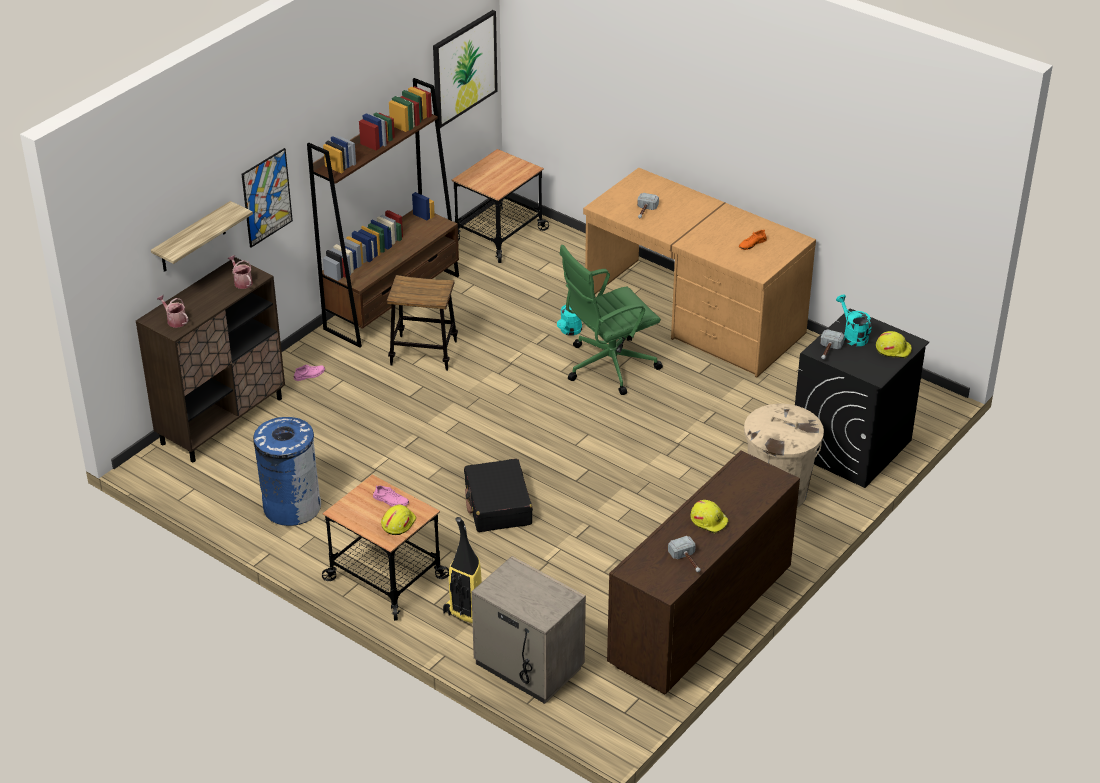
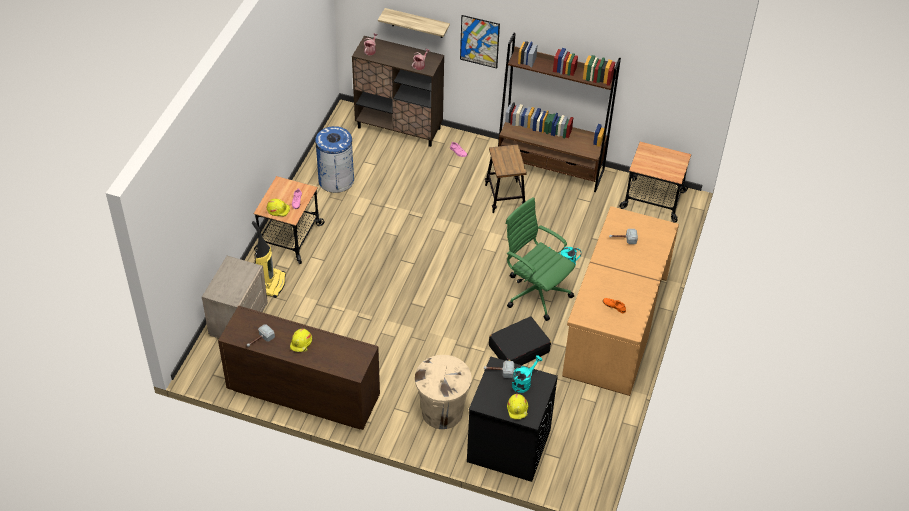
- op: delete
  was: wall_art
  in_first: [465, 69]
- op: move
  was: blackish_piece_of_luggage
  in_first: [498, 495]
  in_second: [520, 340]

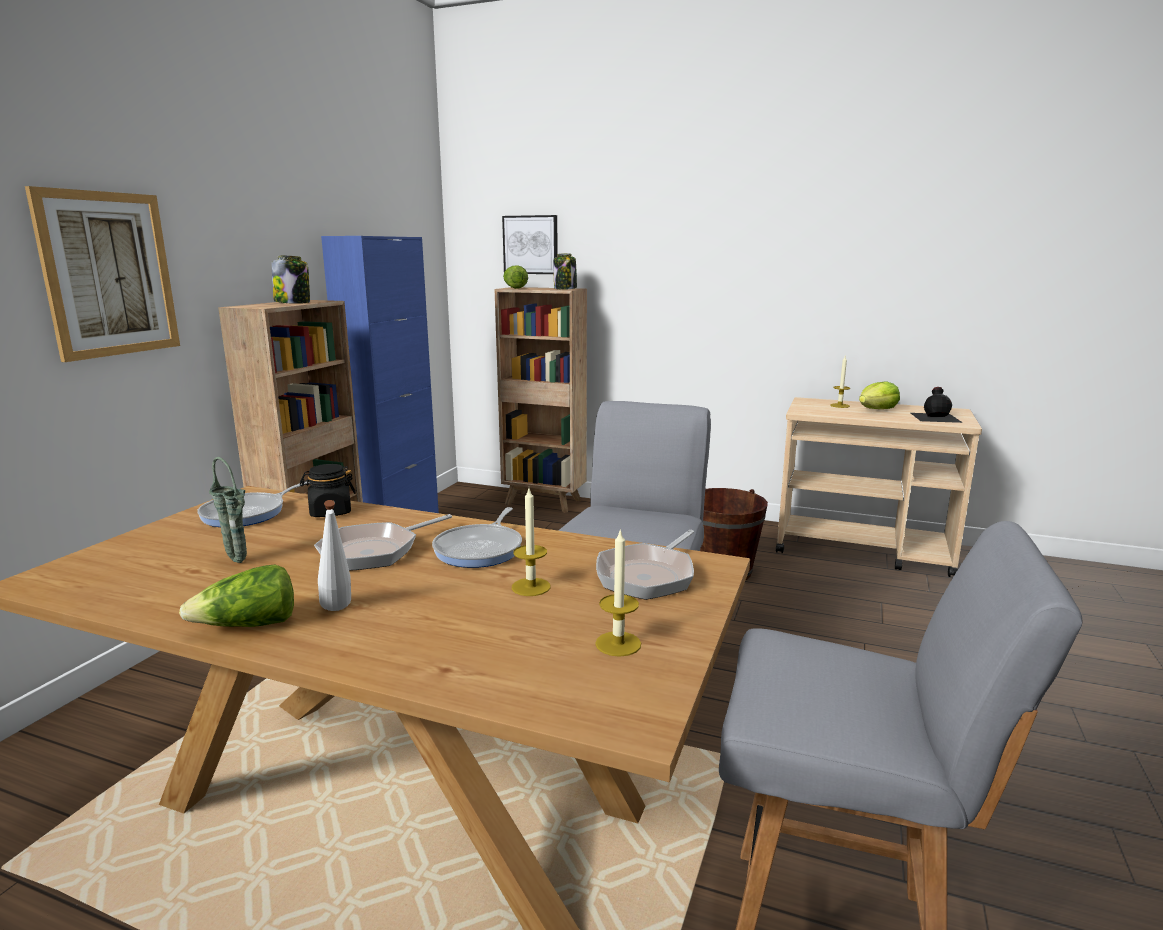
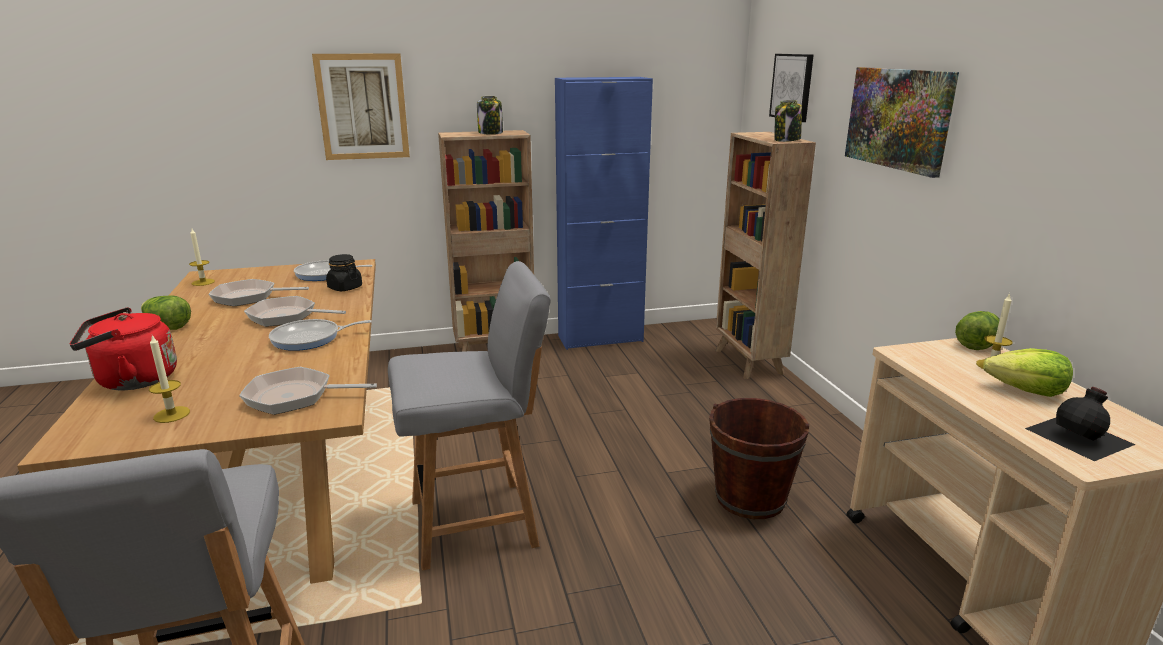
- op: replace
  was: green_vase
  now: frying_pan
  in_first: [228, 510]
  in_second: [258, 292]
- op: delete
  was: white_beverage_bottle
  in_first: [334, 555]
- op: move
  was: head_of_lettuce
  in_first: [515, 277]
  in_second: [977, 330]
- op: move
  was: wax_candle
  in_first: [531, 542]
  in_second: [202, 257]
- op: insert
  now: red-coloured_tea_kettle
  in_second: [123, 348]
- op: insert
  now: wall_art
  in_second: [902, 122]

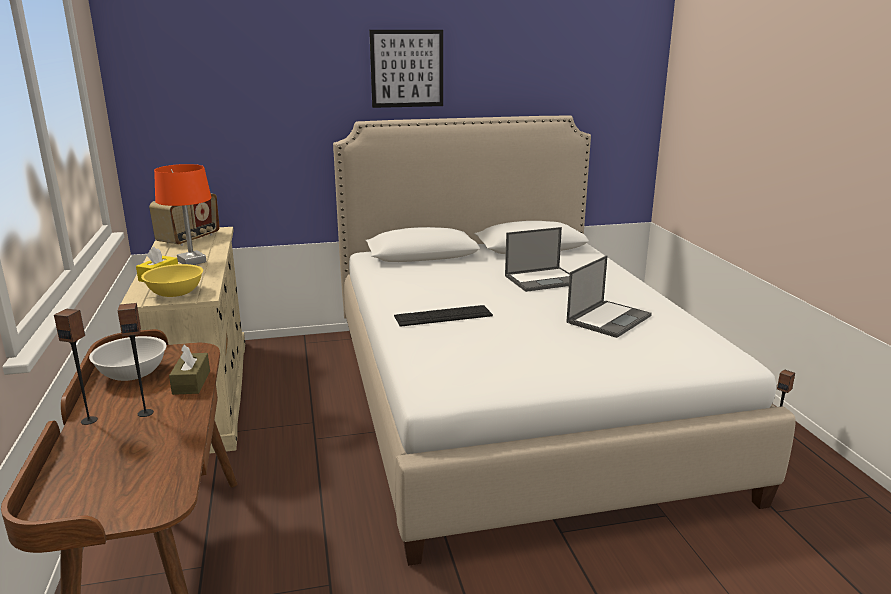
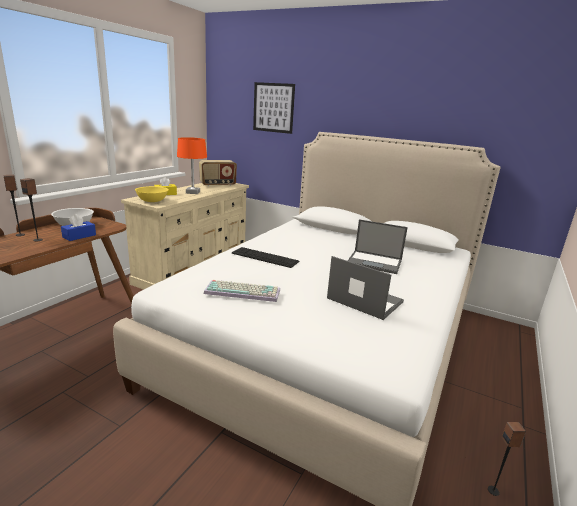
- op: recolor
  was: brown_box_of_tissues
  now: blue-coloured_box_of_tissues
  in_first: [189, 370]
  in_second: [78, 227]
- op: move
  was: wall_art
  in_first: [406, 69]
  in_second: [274, 108]
- op: rotate
  was: laptop
  in_first: [609, 296]
  in_second: [365, 288]
  clockwise: -135
- op: insert
  now: PC_keyboard
  in_second: [242, 291]

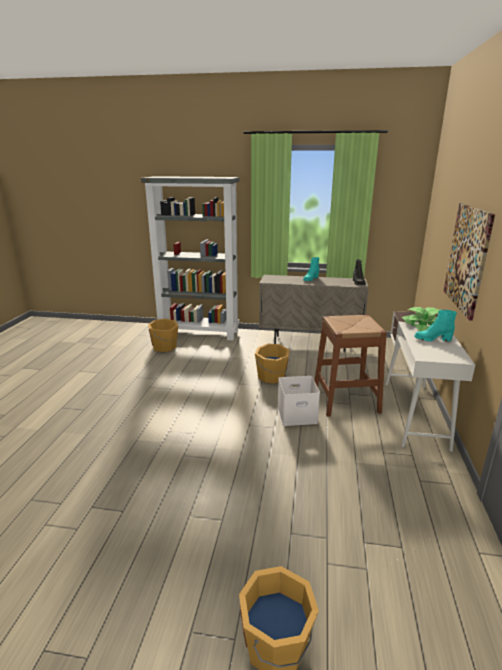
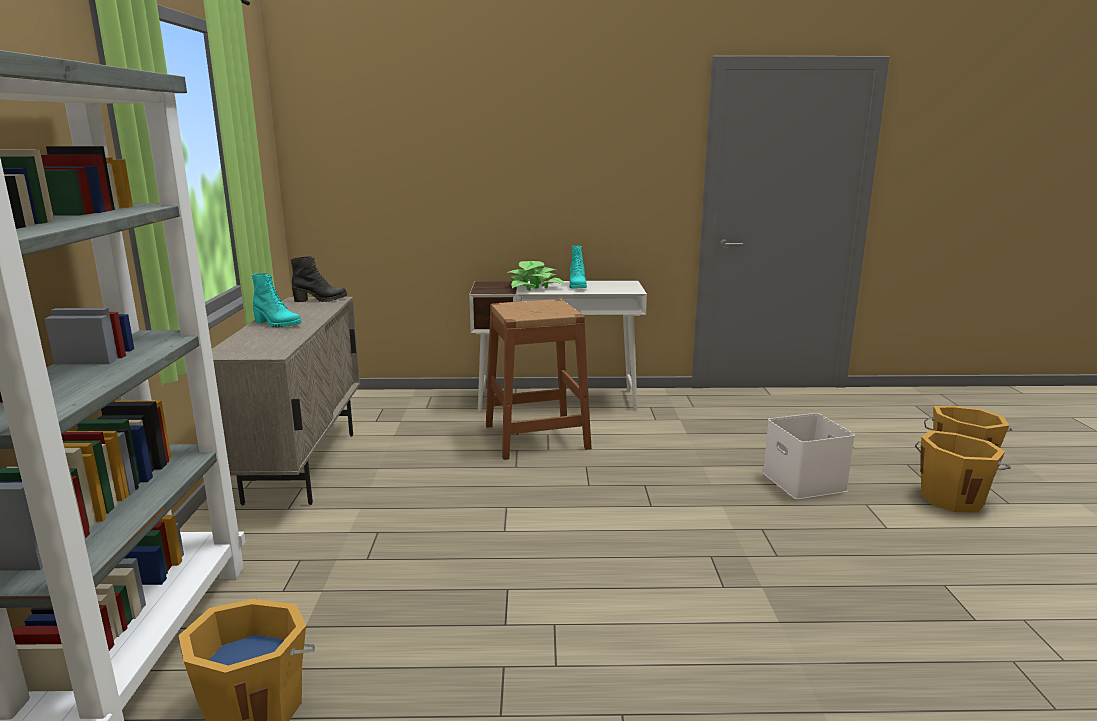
- op: move
  was: orange_bucket
  in_first: [272, 364]
  in_second: [963, 471]
- op: move
  was: white_storage_box
  in_first: [299, 401]
  in_second: [809, 456]
- op: delete
  was: wall_art
  in_first: [469, 262]

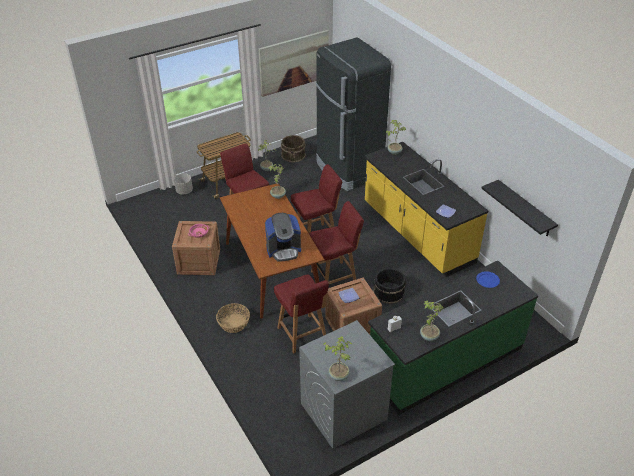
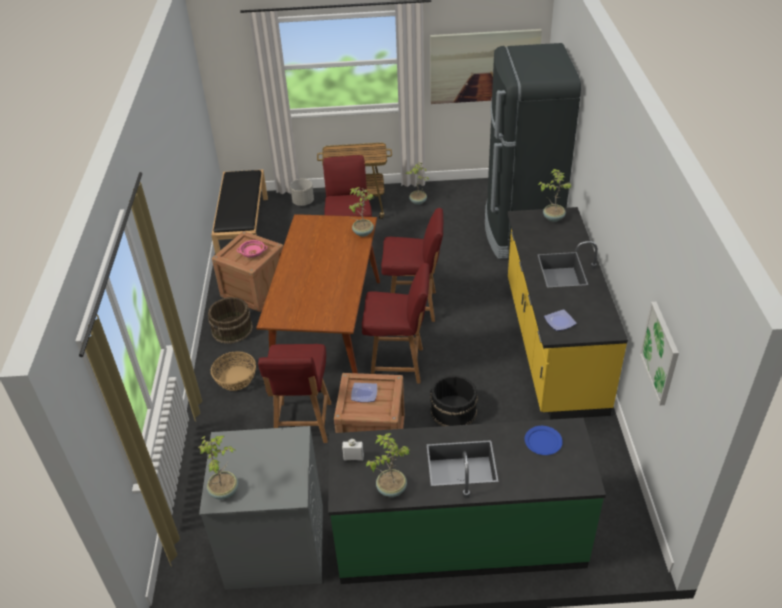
- op: delete
  was: coffee_brewer
  in_first: [283, 237]
- op: move
  was: brown_bucket
  in_first: [293, 148]
  in_second: [230, 320]
- op: replace
  was: blackish_wall_shelf
  now: wall_art
  in_first: [519, 208]
  in_second: [659, 353]
- op: insert
  now: blackish_bench
  in_second: [239, 212]

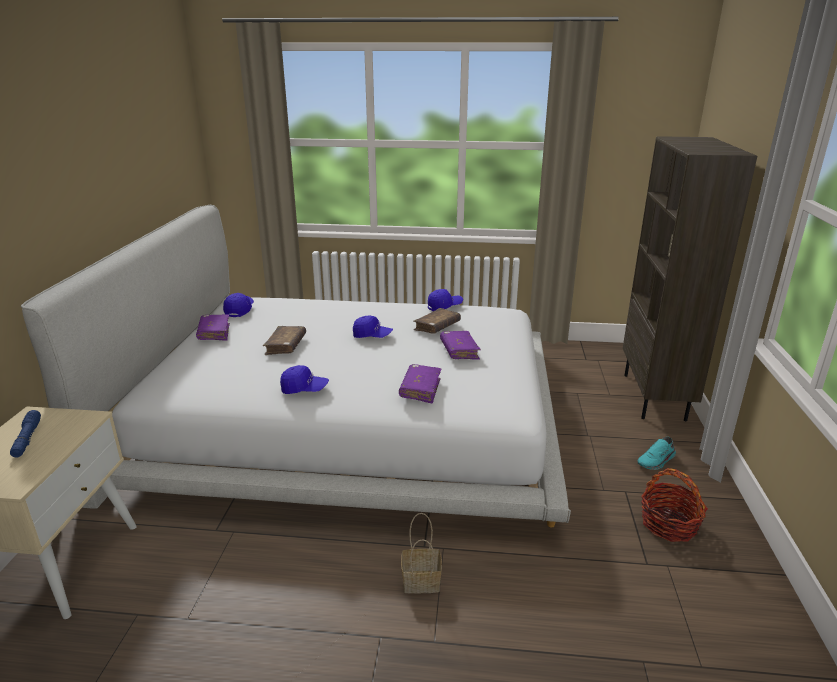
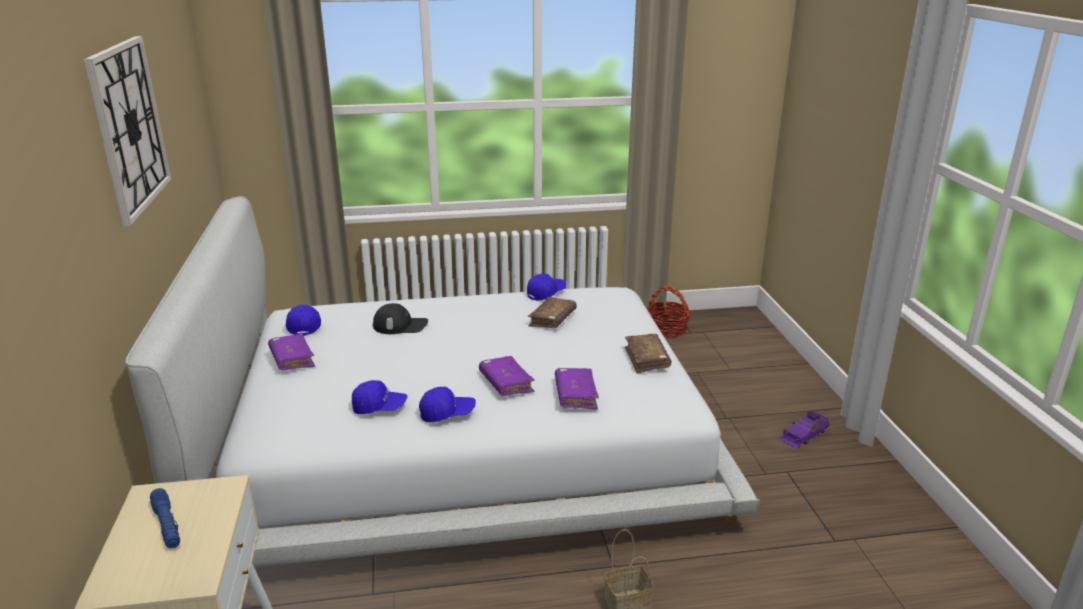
- op: move
  was: brown_bound_book
  in_first: [284, 340]
  in_second: [648, 353]
- op: move
  was: blue-coloured_cap
  in_first: [373, 326]
  in_second: [380, 397]
- op: move
  was: purple-coloured_bound_book
  in_first: [460, 345]
  in_second: [507, 376]
- op: delete
  was: brown_shelving_unit
  in_first: [690, 278]
- op: replace
  was: turquoise_low_shoe
  now: purple-coloured_model_car
  in_first: [657, 453]
  in_second: [805, 430]
- op: move
  was: household_basket
  in_first: [674, 505]
  in_second: [669, 312]
- op: insert
  now: wall_clock
  in_second: [127, 131]
- op: insert
  now: blackish_cap
  in_second: [400, 318]

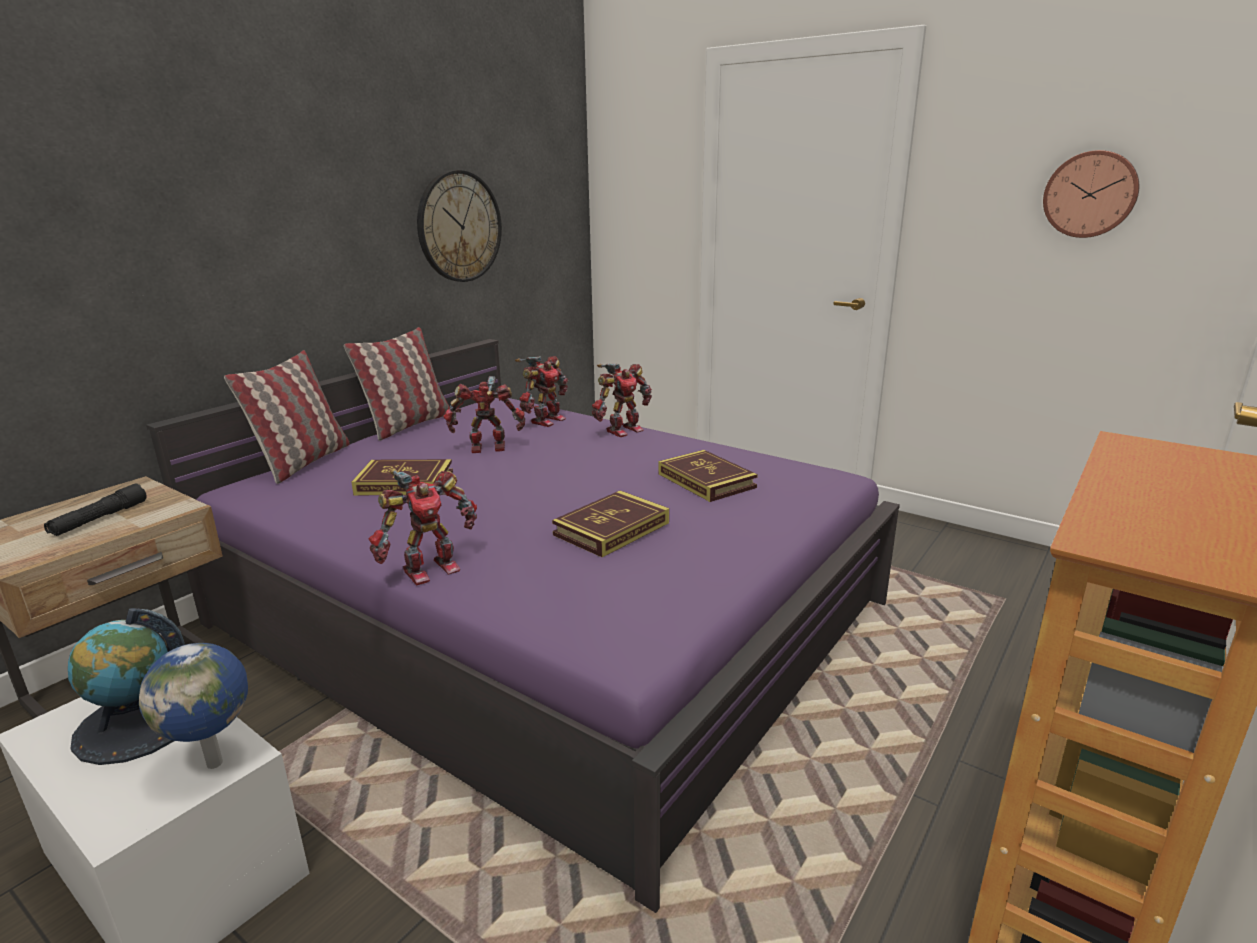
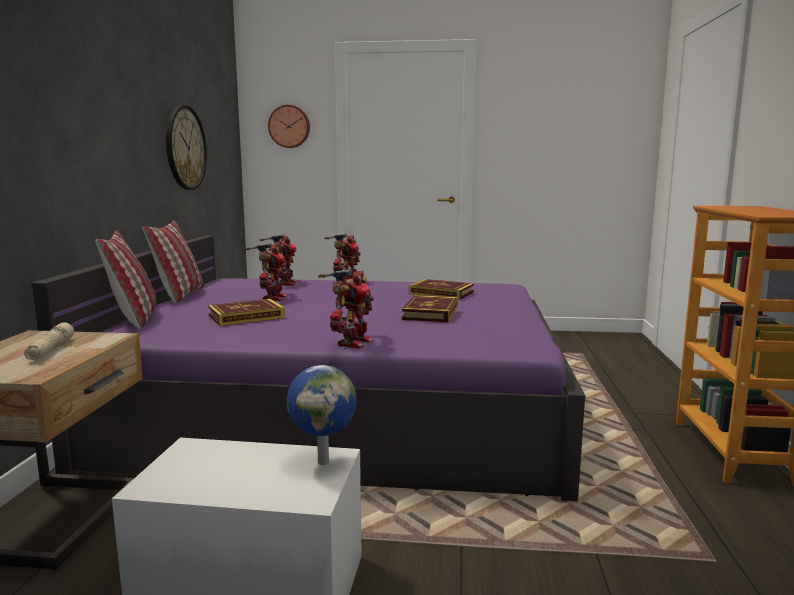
- op: recolor
  was: blackish_flashlight
  now: sand-coloured_flashlight
  in_first: [95, 509]
  in_second: [49, 341]
- op: delete
  was: desk_globe
  in_first: [126, 686]
- op: rotate
  was: robot_figure
  in_first: [484, 414]
  in_second: [265, 272]
  clockwise: 135
- op: move
  was: wall_clock
  in_first: [1091, 194]
  in_second: [289, 126]

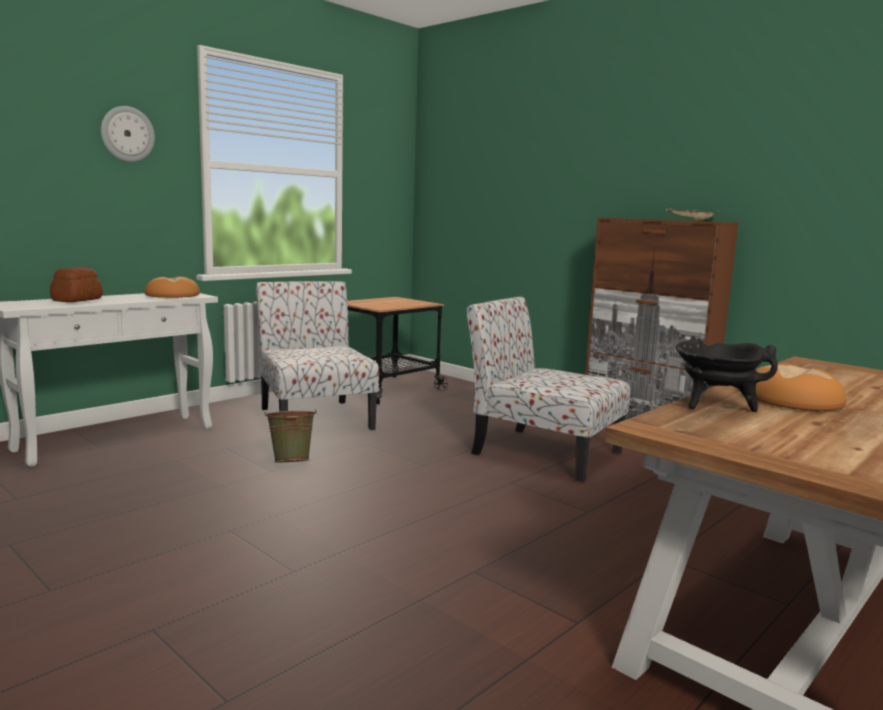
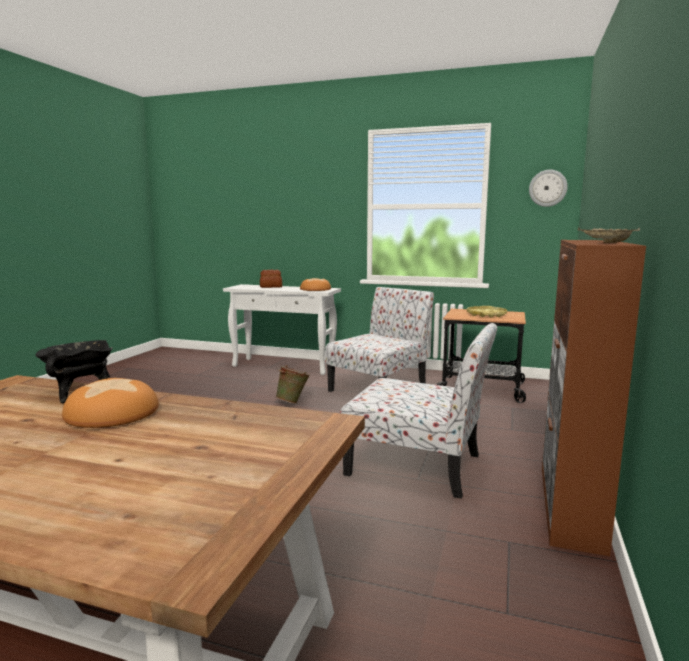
- op: move
  was: wall_clock
  in_first: [128, 134]
  in_second: [548, 188]
- op: rotate
  was: chair
  in_first: [549, 389]
  in_second: [418, 411]
  clockwise: 105
- op: insert
  now: yellowish_tray
  in_second: [487, 312]

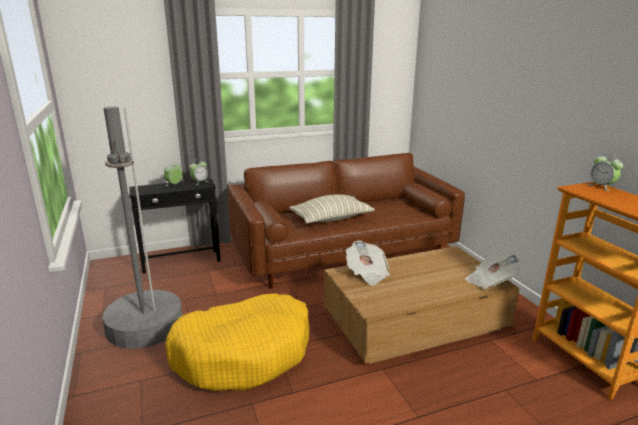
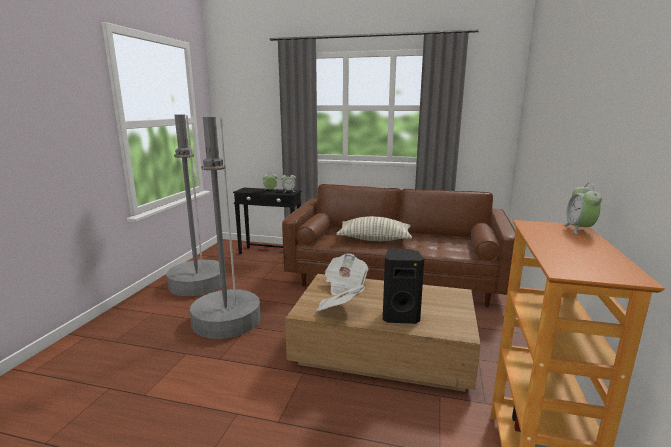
- op: replace
  was: yellowish_dog_bed
  now: grey_standard_lamp
  in_first: [237, 342]
  in_second: [225, 228]
- op: move
  was: daily_paper
  in_first: [492, 271]
  in_second: [340, 298]
- op: insert
  now: blackish_speaker
  in_second: [403, 286]

